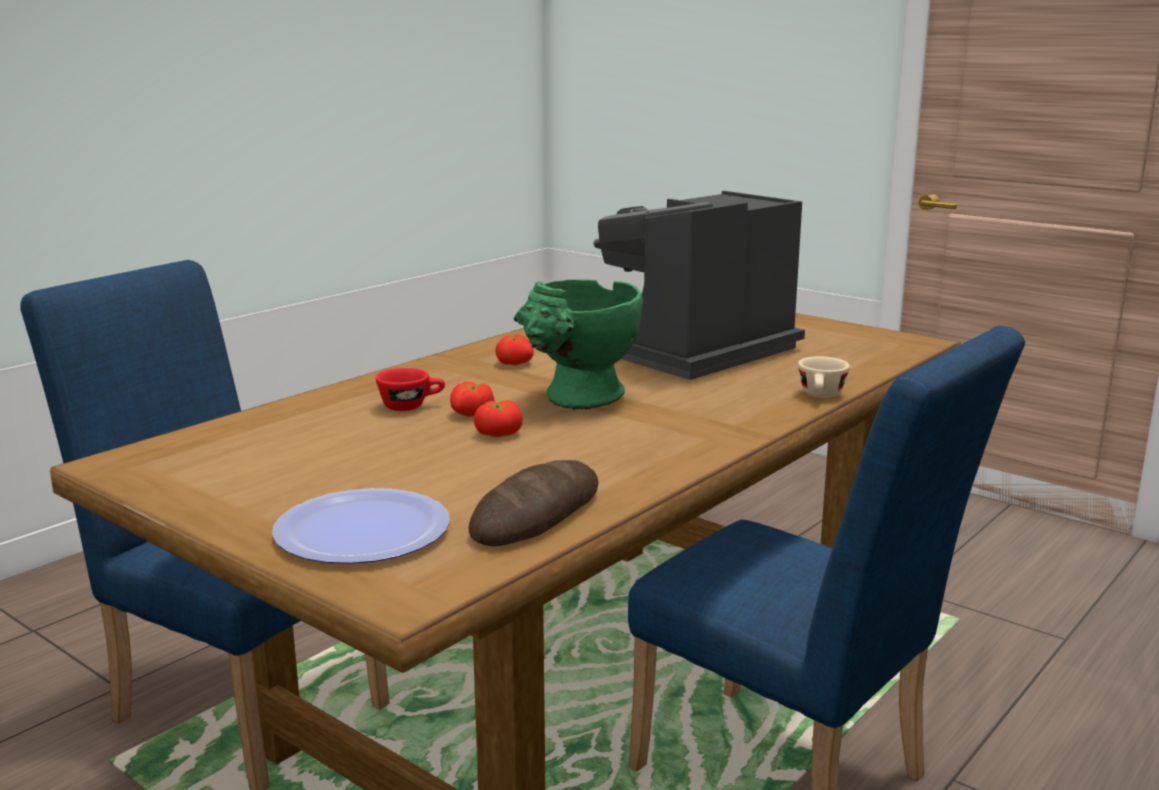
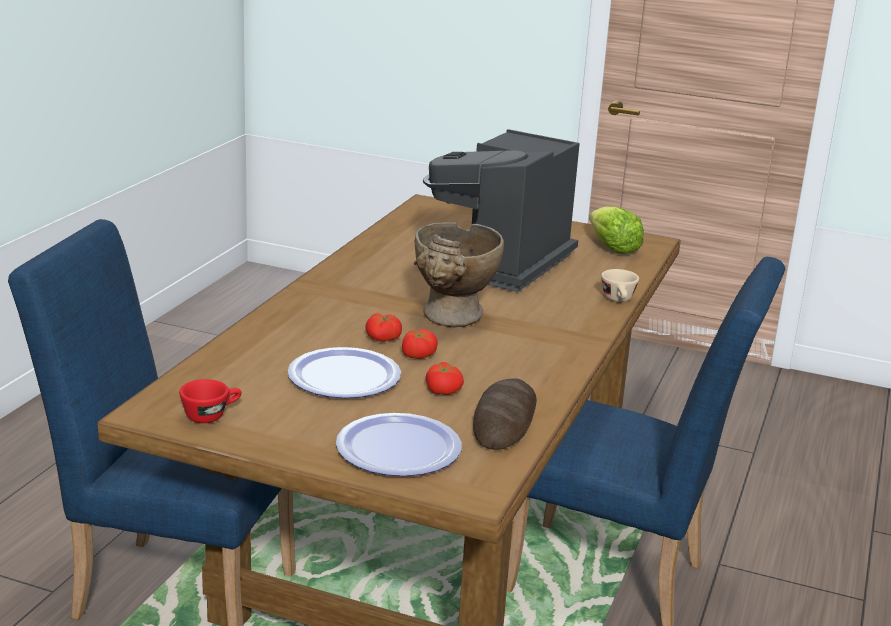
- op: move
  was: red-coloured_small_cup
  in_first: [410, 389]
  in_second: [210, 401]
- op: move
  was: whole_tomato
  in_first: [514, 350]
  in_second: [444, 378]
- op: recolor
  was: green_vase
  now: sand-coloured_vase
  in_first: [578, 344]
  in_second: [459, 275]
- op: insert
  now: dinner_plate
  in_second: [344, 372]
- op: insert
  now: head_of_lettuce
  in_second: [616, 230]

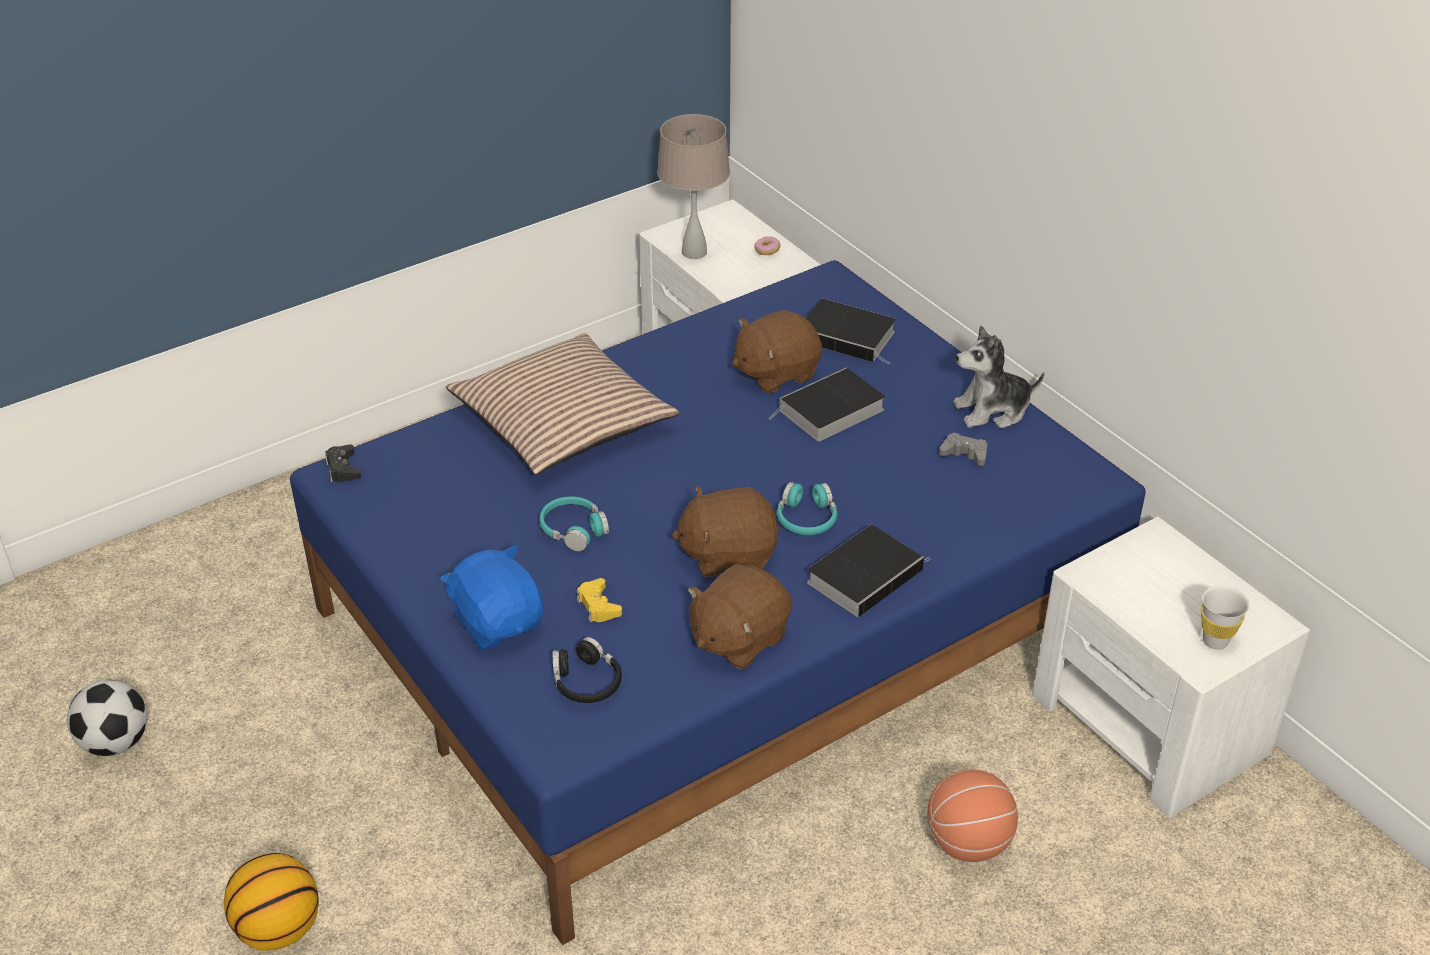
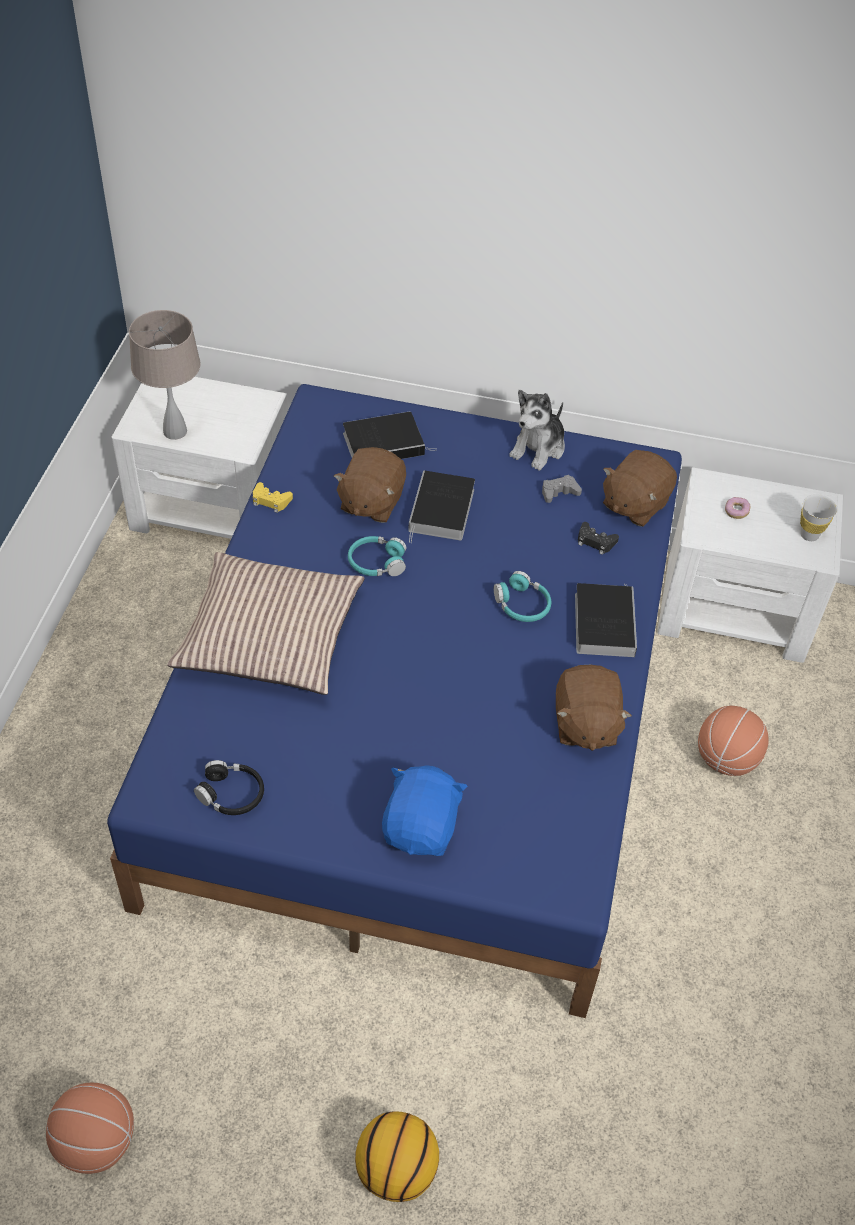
- op: replace
  was: football_ball
  now: basketball_ball
  in_first: [107, 718]
  in_second: [90, 1128]
- op: move
  was: blackish_gamepad
  in_first: [343, 463]
  in_second: [598, 538]
- op: rotate
  was: blue-coloured_cuddly_toy
  in_first: [491, 597]
  in_second: [425, 810]
  clockwise: 90
- op: move
  was: turquoise_pair_of_headphones
  in_first: [574, 523]
  in_second: [377, 556]
- op: move
  was: blackish_pair_of_headphones
  in_first: [587, 670]
  in_second: [229, 787]
- op: move
  was: yellowish_gamepad
  in_first: [599, 600]
  in_second: [273, 497]
- op: move
  was: brown_cuddly_toy
  in_first: [725, 531]
  in_second: [640, 488]
- op: move
  was: donut
  in_first: [767, 246]
  in_second: [738, 508]

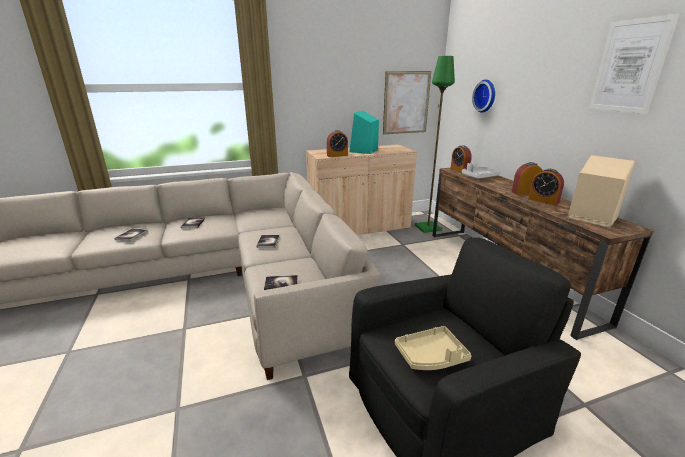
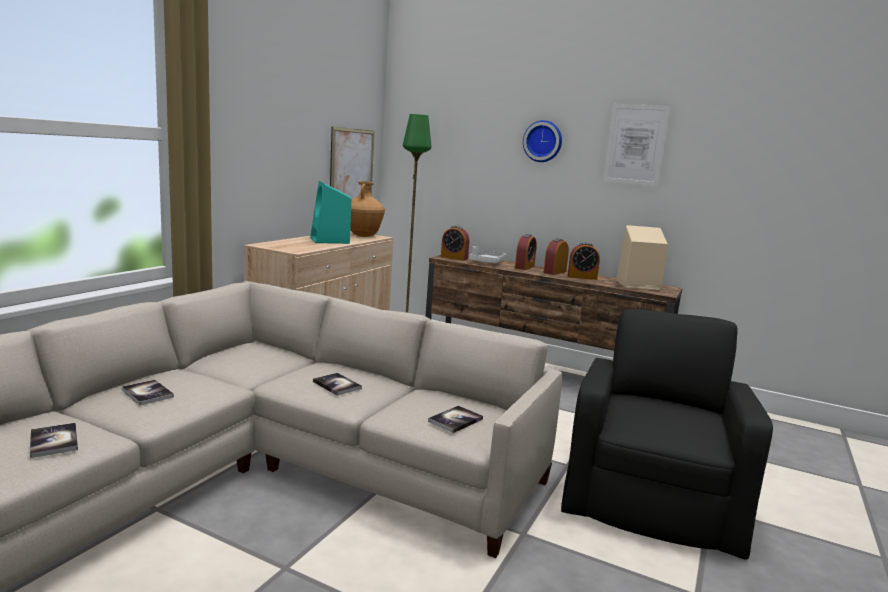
- op: move
  was: alarm_clock
  in_first: [337, 143]
  in_second: [526, 252]
- op: delete
  was: sand-coloured_tray
  in_first: [433, 348]
- op: move
  was: wall_clock
  in_first: [483, 96]
  in_second: [542, 141]
- op: insert
  now: brown_vase
  in_second: [367, 209]

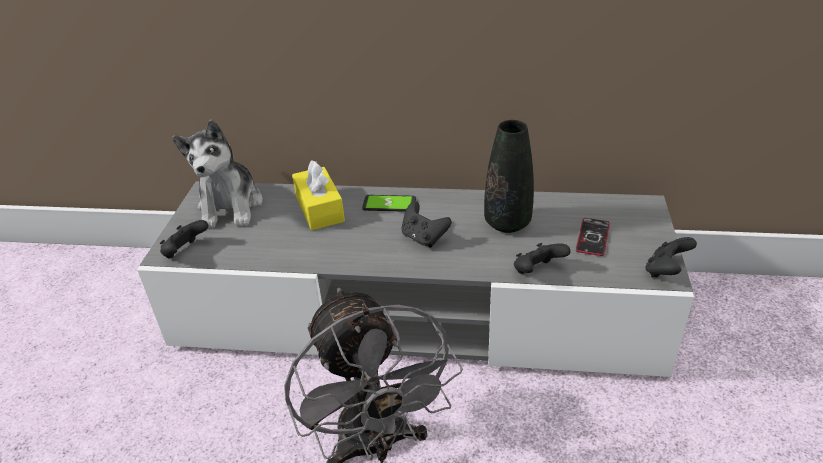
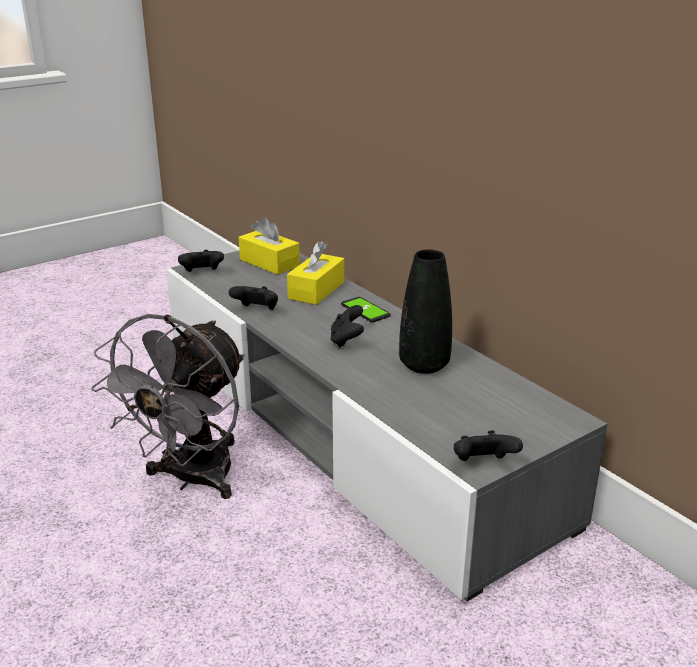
- op: replace
  was: cuddly_toy
  now: yellowish_box_of_tissues
  in_first: [217, 173]
  in_second: [269, 246]
- op: move
  was: blackish_gamepad
  in_first: [542, 258]
  in_second: [253, 298]
- op: delete
  was: telephone
  in_first: [593, 237]

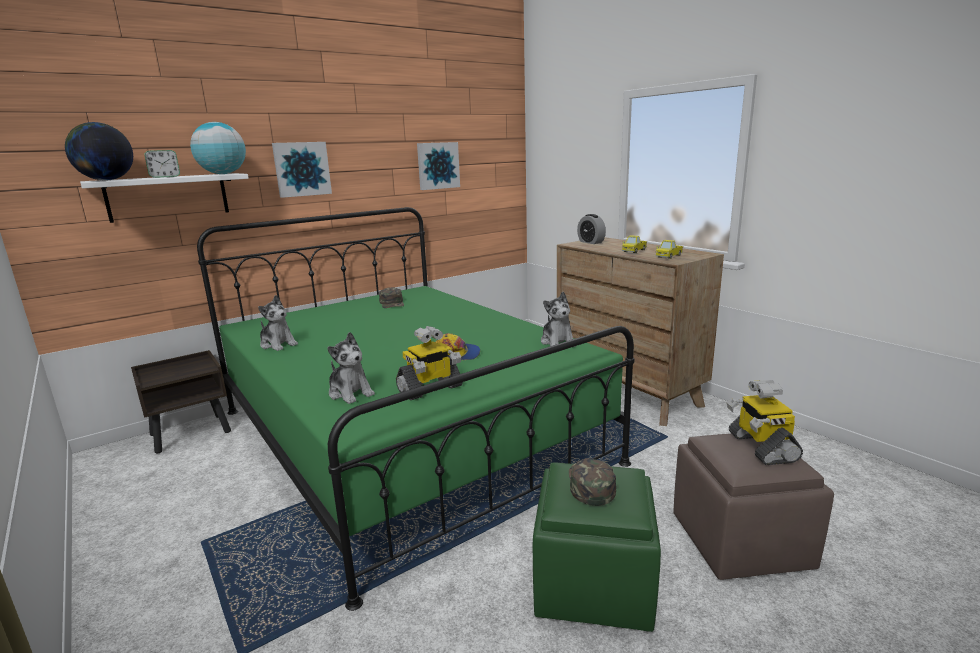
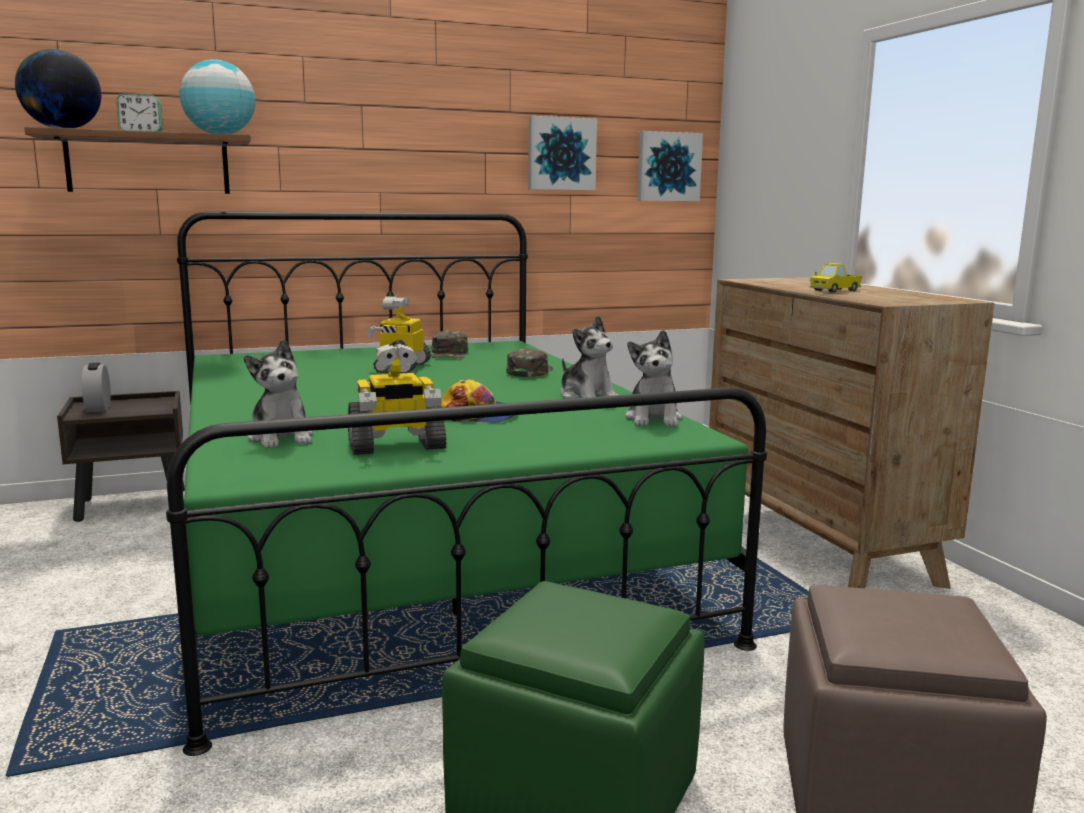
- op: recolor
  was: white_wall_shelf
  now: brown_wall_shelf
  in_first: [164, 198]
  in_second: [137, 160]
- op: move
  was: cuddly_toy
  in_first: [278, 323]
  in_second: [589, 357]
- op: move
  was: wall_art
  in_first: [302, 170]
  in_second: [670, 166]
- op: move
  was: green_cap
  in_first: [592, 482]
  in_second: [529, 363]
- op: move
  was: alarm_clock
  in_first: [591, 229]
  in_second: [96, 388]
- op: delete
  was: toy_truck
  in_first: [669, 249]
- op: move
  was: robot_figure
  in_first: [765, 422]
  in_second: [399, 334]

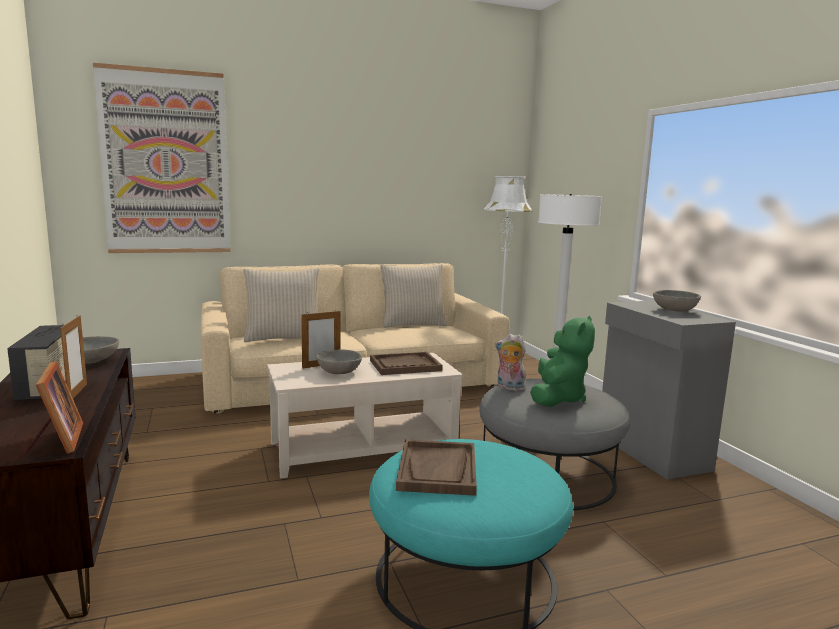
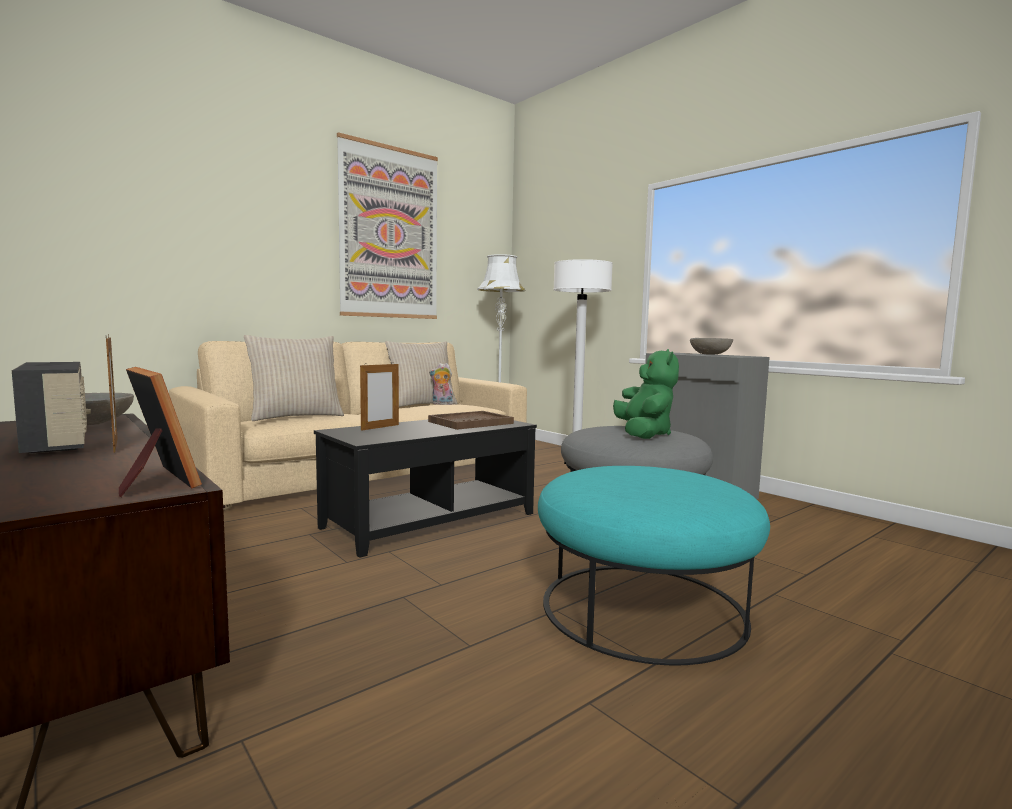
- op: move
  was: wall_art
  in_first: [161, 158]
  in_second: [387, 225]
- op: recolor
  was: sand-coloured_lounge_table
  now: blackish_lounge_table
  in_first: [365, 416]
  in_second: [425, 489]
- op: delete
  was: grey_deep_dish
  in_first: [339, 361]
- op: delete
  was: brown_tray
  in_first: [436, 467]
- op: move
  was: cuddly_toy
  in_first: [510, 363]
  in_second: [441, 384]

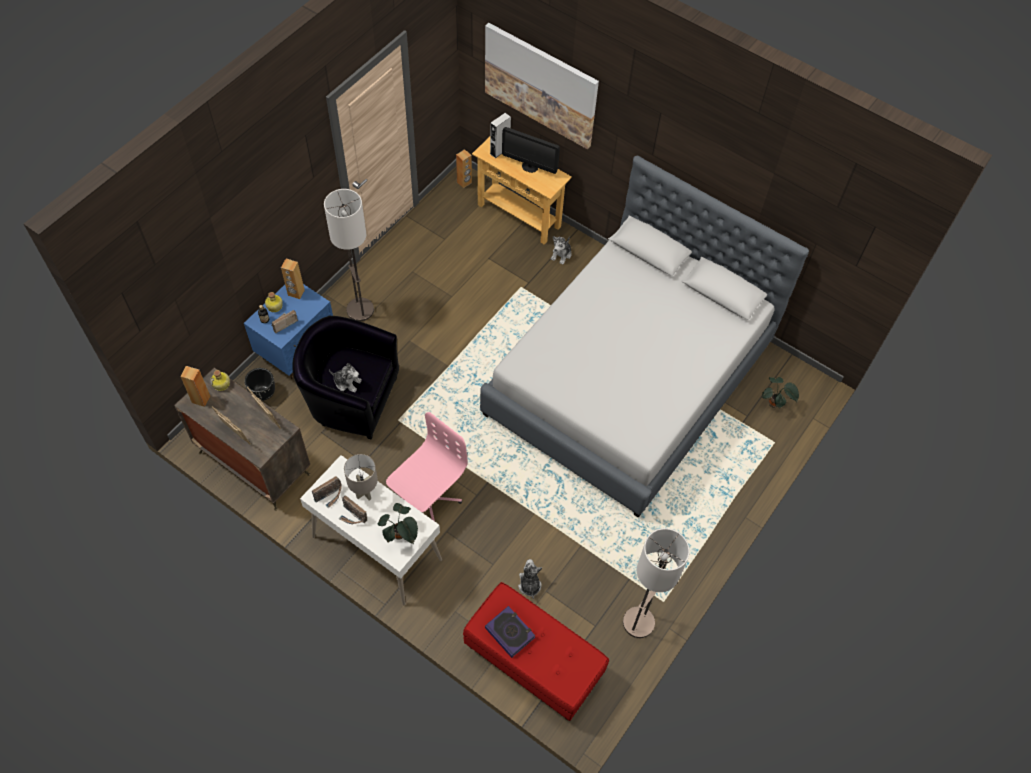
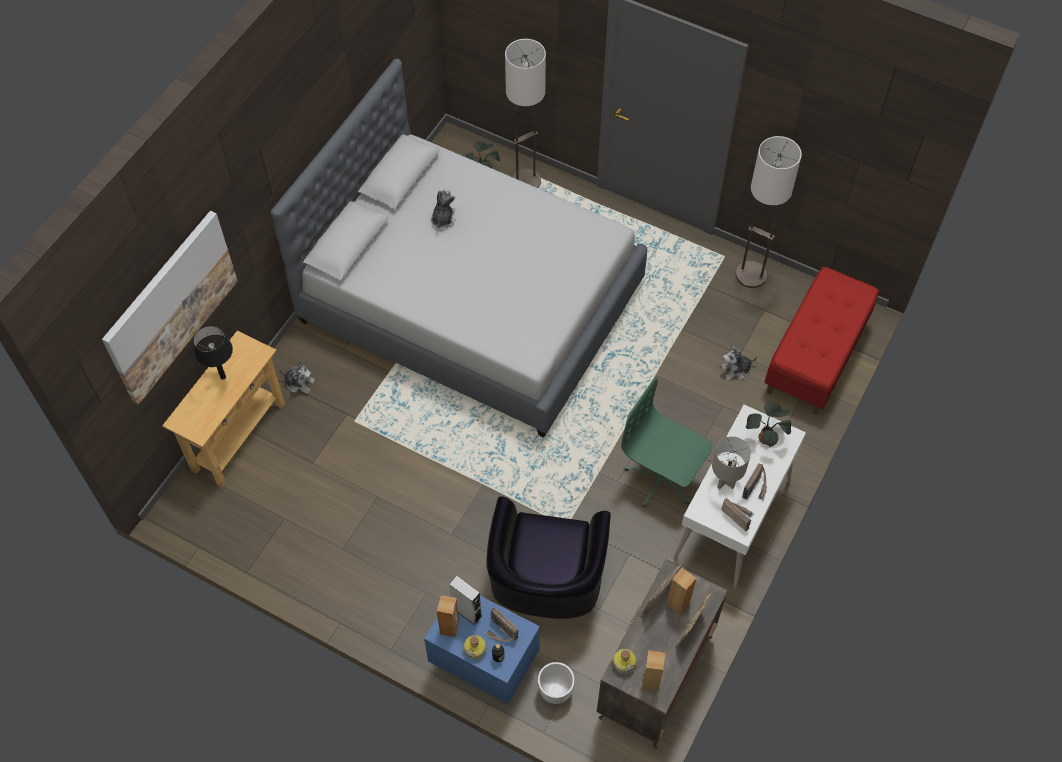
- op: recolor
  was: blackish_plant_pot
  now: white_plant_pot
  in_first: [259, 384]
  in_second: [556, 683]
- op: move
  was: standard_lamp
  in_first: [349, 255]
  in_second: [525, 113]
- op: move
  was: cuddly_toy
  in_first: [345, 378]
  in_second: [443, 208]
- op: recolor
  was: pink_desk_chair
  now: green_desk_chair
  in_first: [427, 466]
  in_second: [667, 442]
- op: move
  was: brown_speaker
  in_first: [464, 168]
  in_second: [682, 591]
- op: delete
  was: bound_book
  in_first: [510, 632]
- op: move
  was: grey_speaker
  in_first: [500, 135]
  in_second: [465, 600]
- op: replace
  was: monitor
  now: blackish_table_lamp
  in_first: [531, 150]
  in_second: [213, 353]

